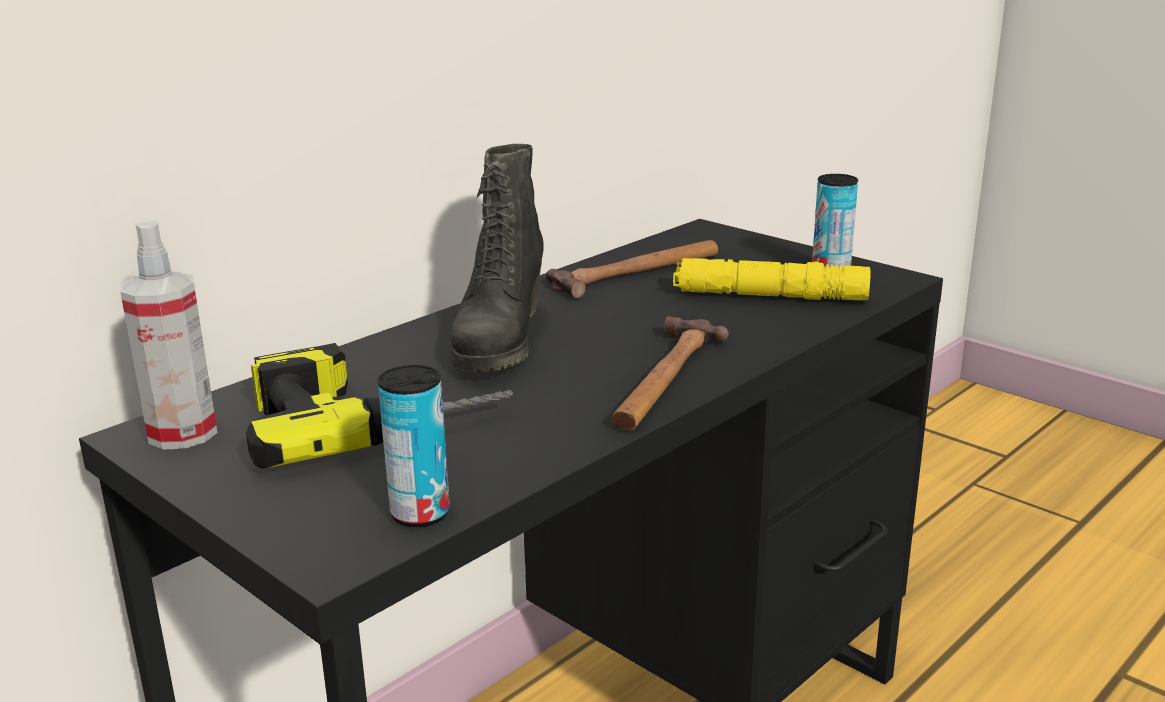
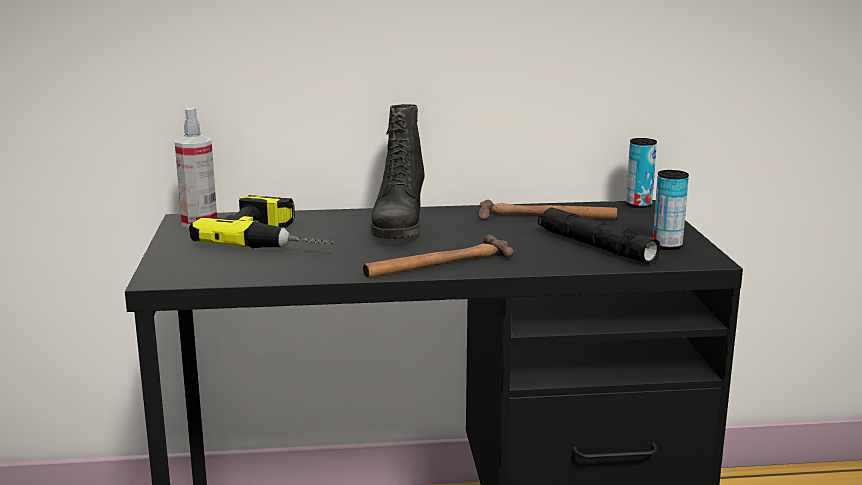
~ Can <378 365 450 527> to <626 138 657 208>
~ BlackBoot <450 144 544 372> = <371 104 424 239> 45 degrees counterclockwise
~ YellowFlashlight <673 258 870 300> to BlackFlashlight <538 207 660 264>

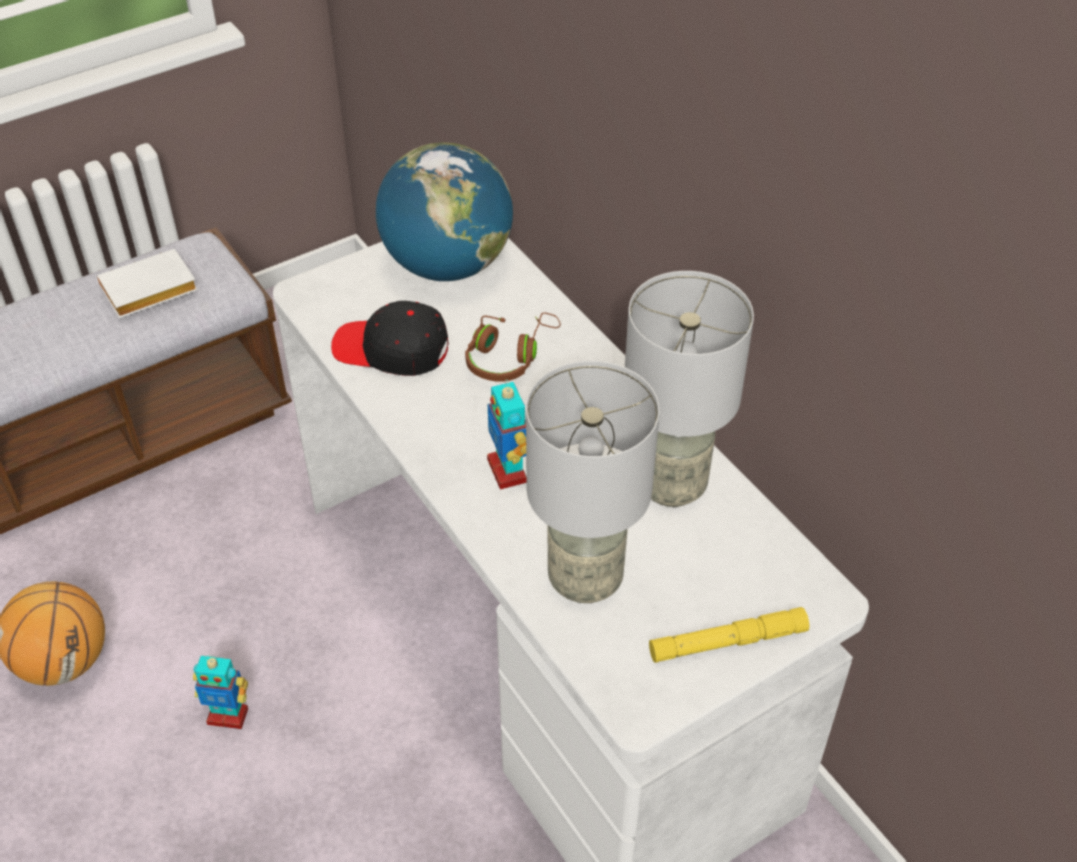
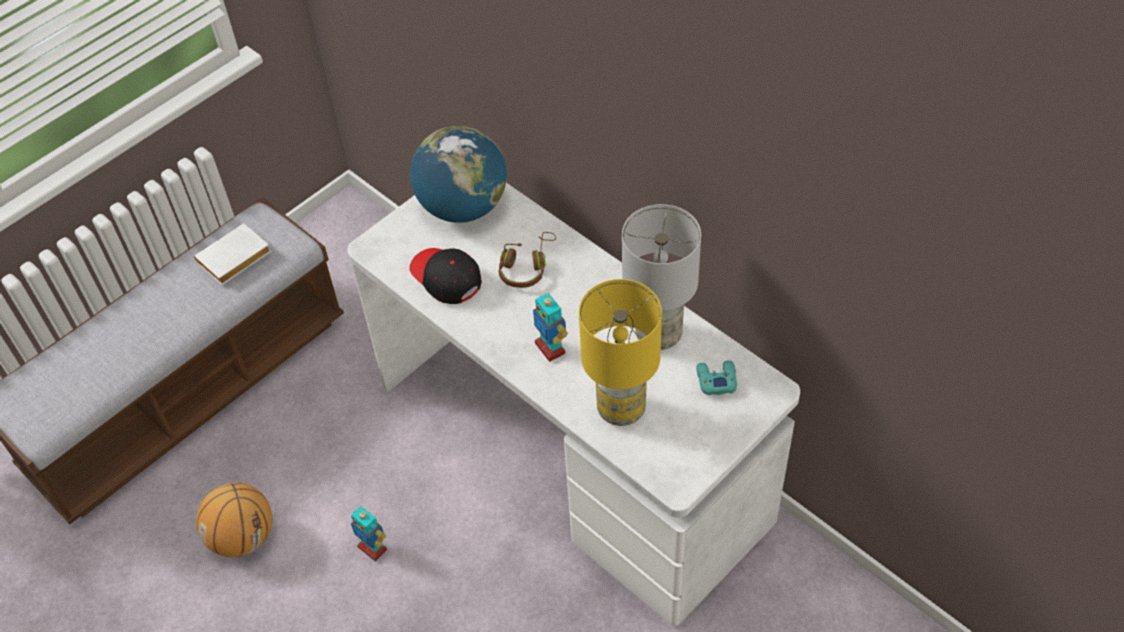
~ ToyRobot <193 655 248 729> = <351 506 387 561> 45 degrees clockwise
~ BlackCap <331 301 449 376> = <409 248 482 304> 45 degrees clockwise
~ GreyTableLamp <526 361 660 603> to YellowTableLamp <579 279 662 426>
- YellowFlashlight <649 607 809 663>
+ TurquoiseGameController <696 361 737 395>

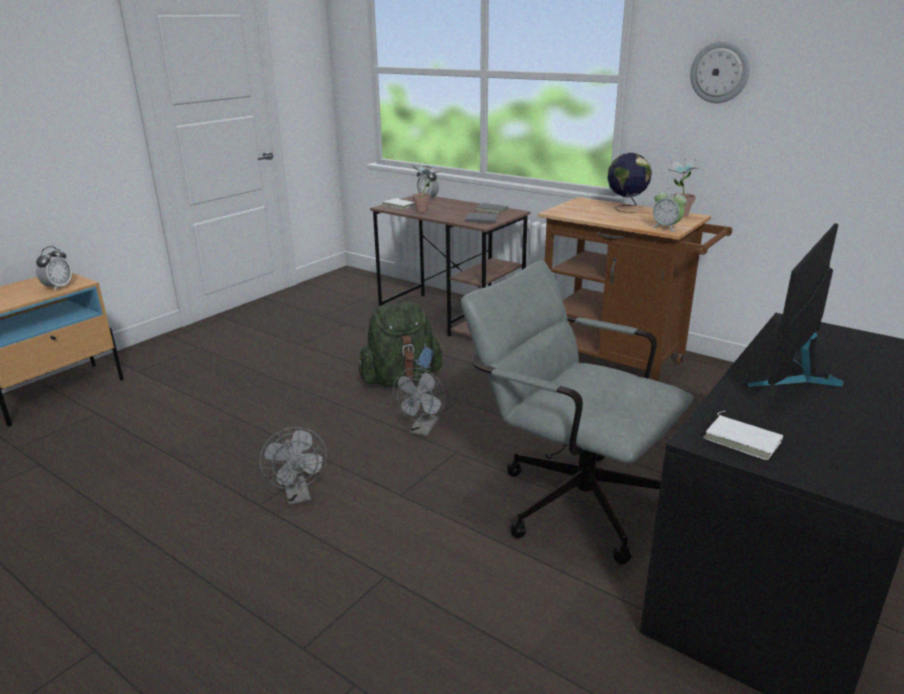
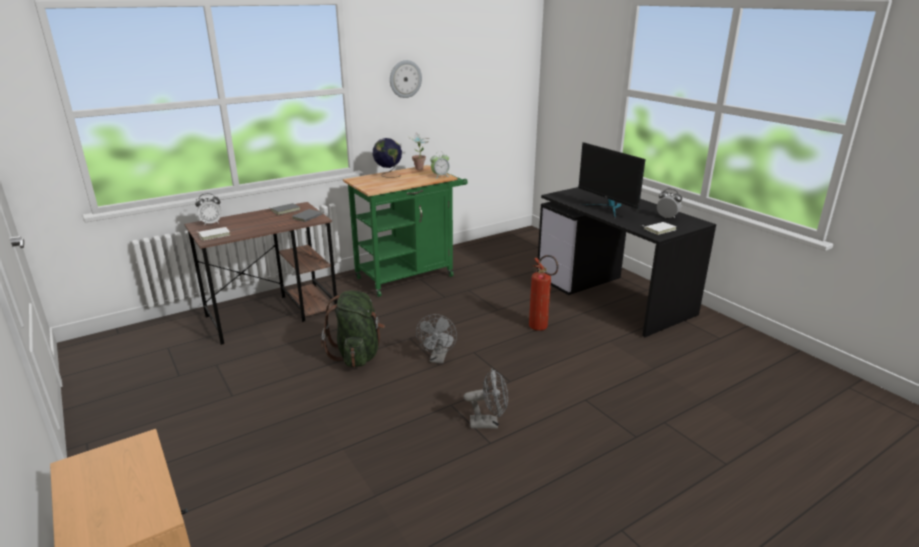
~ AlarmClock <36 246 72 291> to <657 189 682 218>
~ GreyFan <392 368 445 436> = <416 314 457 363> 60 degrees clockwise
- PottedPlant <412 163 441 213>
~ GreyOfficeChair <461 260 693 565> to FireExtinguisher <529 255 558 331>
~ BrownCart <538 197 732 381> to GreenCart <343 165 468 297>

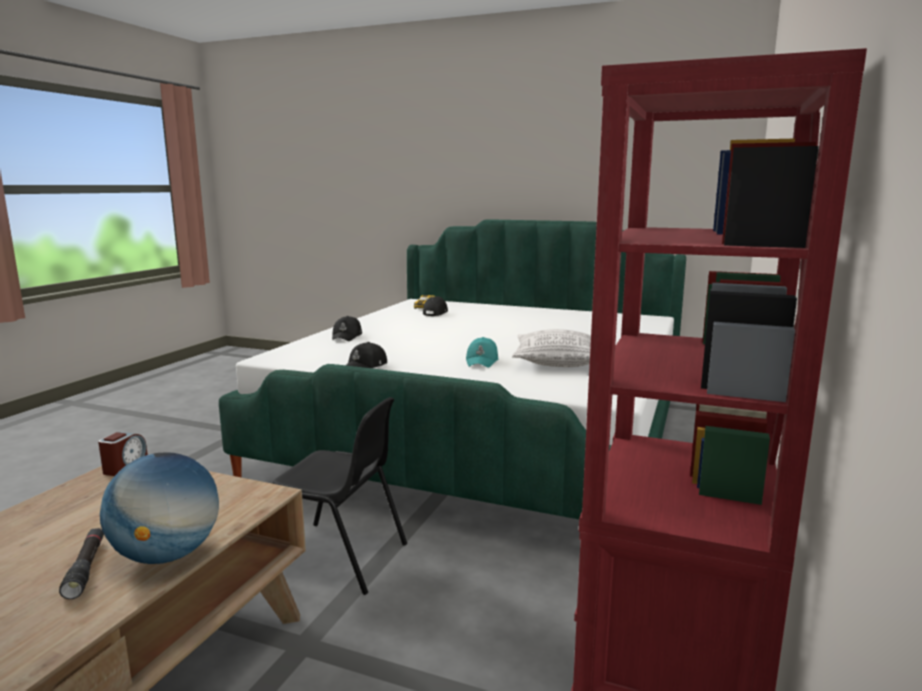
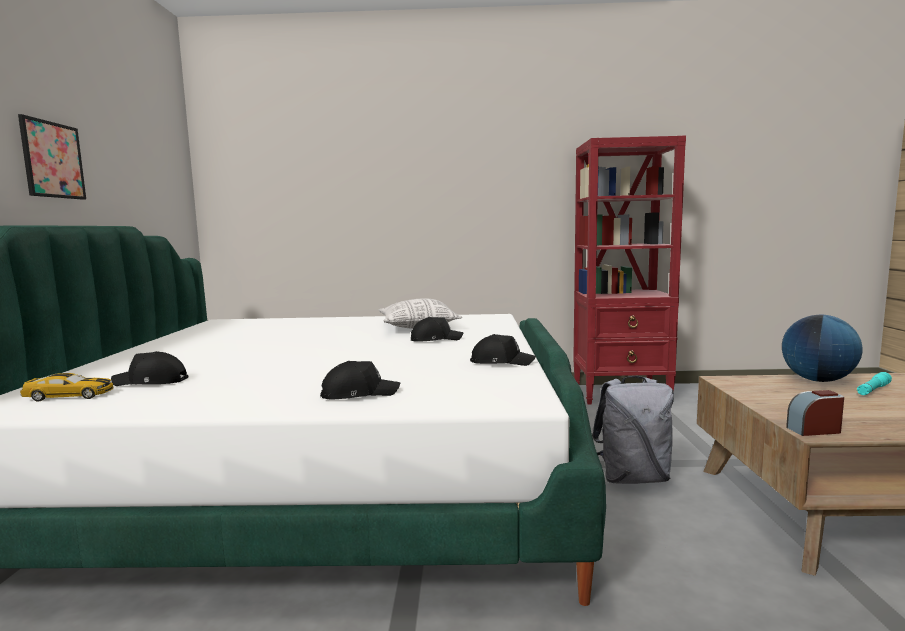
~ BlackFlashlight <59 528 104 599> to TurquoiseFlashlight <857 372 892 395>
~ BlackChair <272 397 407 595> to GreyBackpack <592 376 674 484>
~ TurquoiseCap <466 337 498 368> to BlackCap <411 317 463 342>
+ Picture <18 114 86 200>

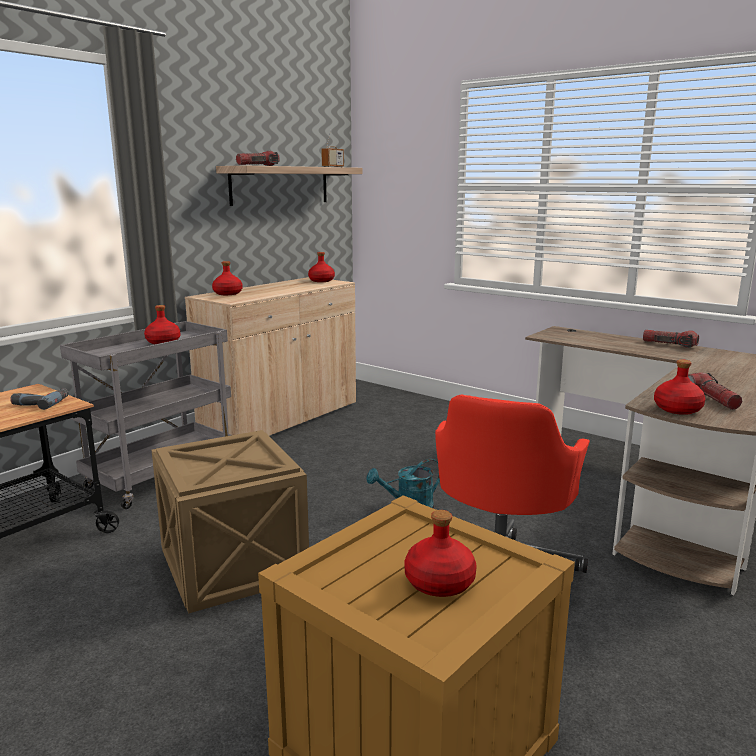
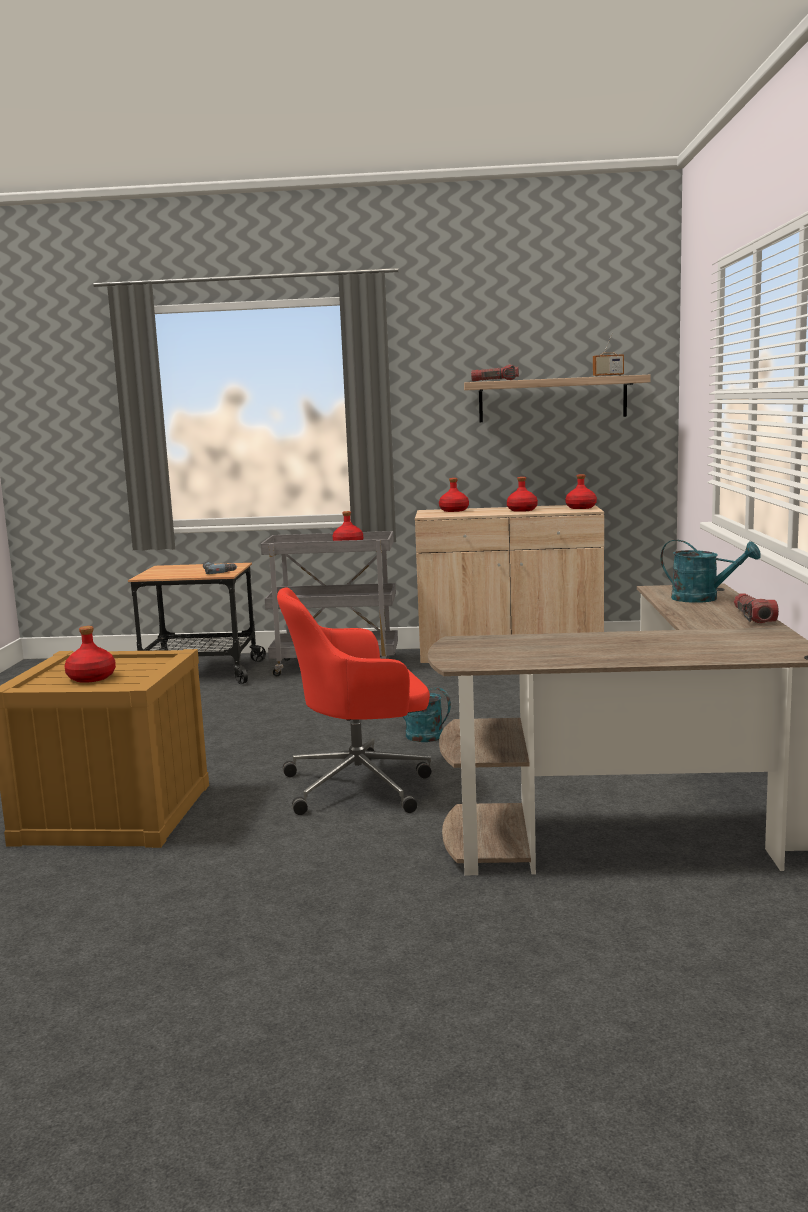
- Crate <152 430 309 614>
~ RedBottle <654 359 705 415> to <507 477 538 512>
- Flashlight <688 372 742 410>
+ TurquoiseWateringCan <660 540 760 603>

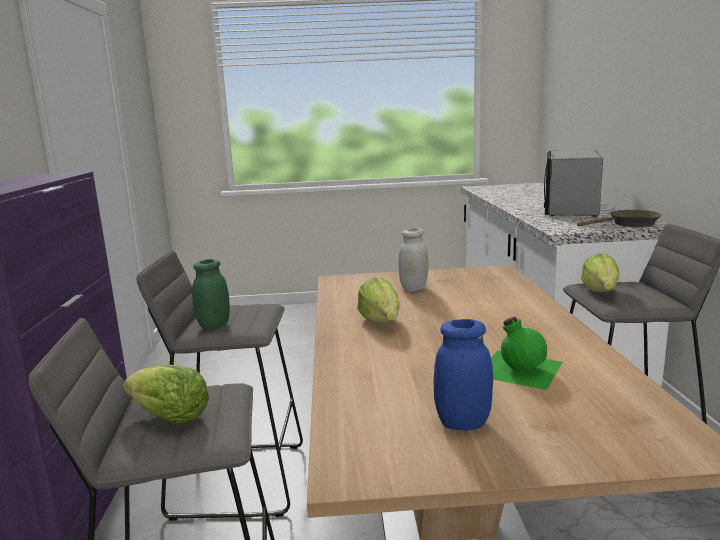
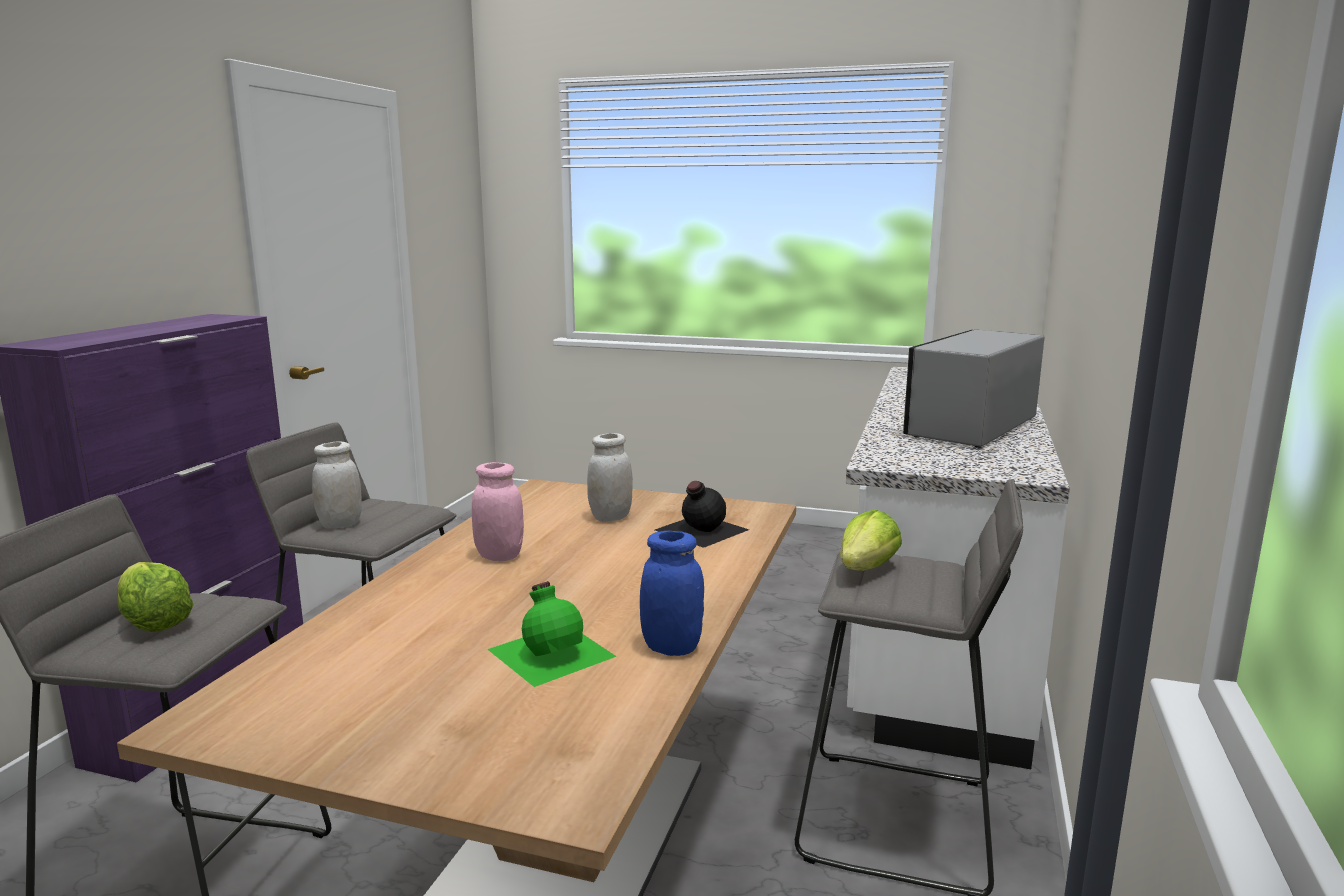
~ GreenJar <192 259 230 330> to WhiteJar <312 441 362 529>
~ Lettuce <357 277 400 324> to PinkJar <472 462 524 561>
~ BlueJar <434 319 493 431> to <640 531 704 656>
- BrownFryingPan <577 210 662 227>
+ BlackBottle <655 481 749 548>

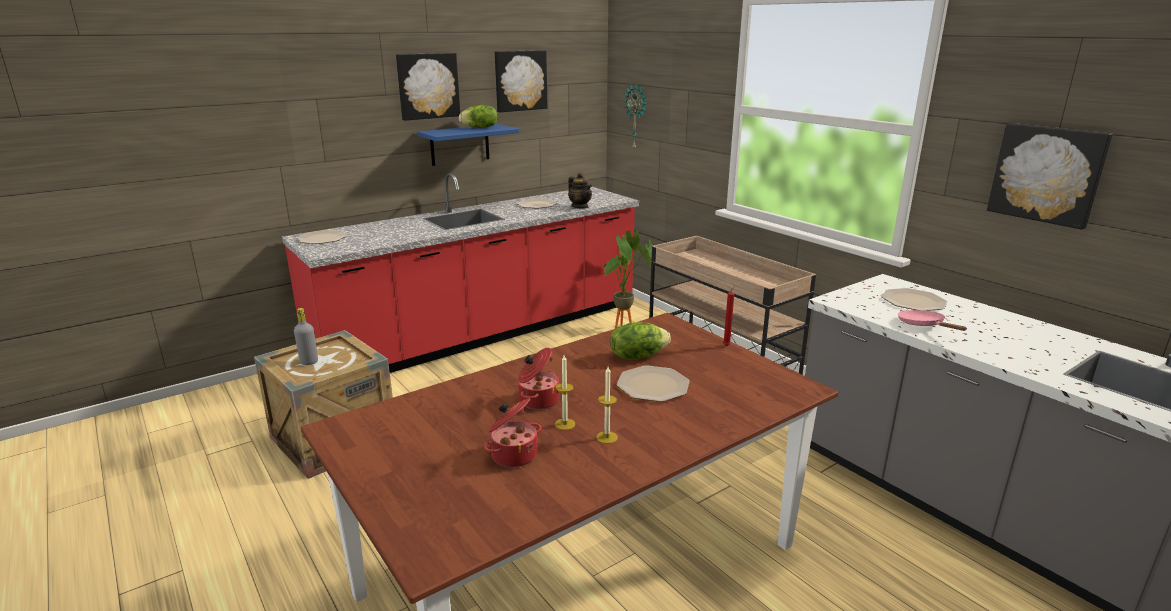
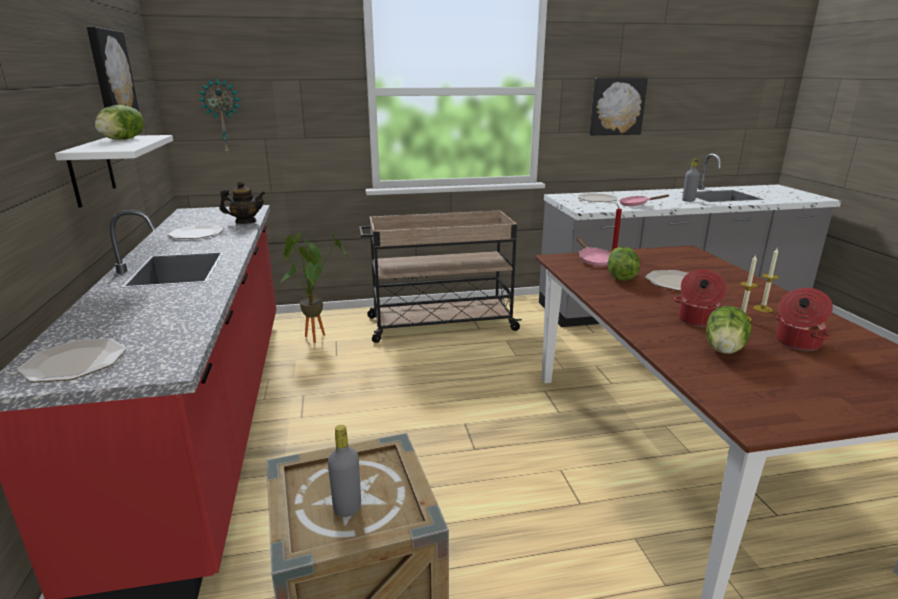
- Picture <396 53 460 121>
~ BlueShelf <417 124 519 166> to WhiteShelf <55 135 173 208>
+ PinkFryingPan <576 237 611 266>
+ GreyBottle <682 158 700 202>
+ Lettuce <706 306 751 354>

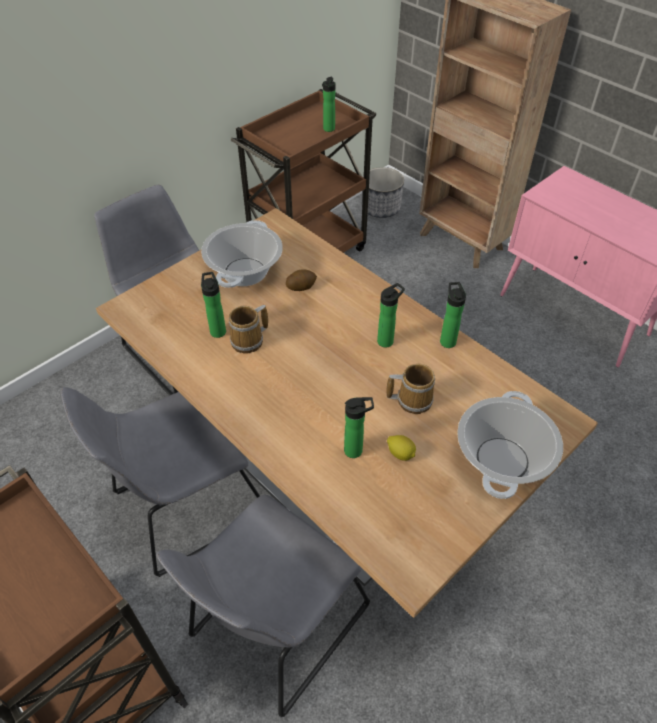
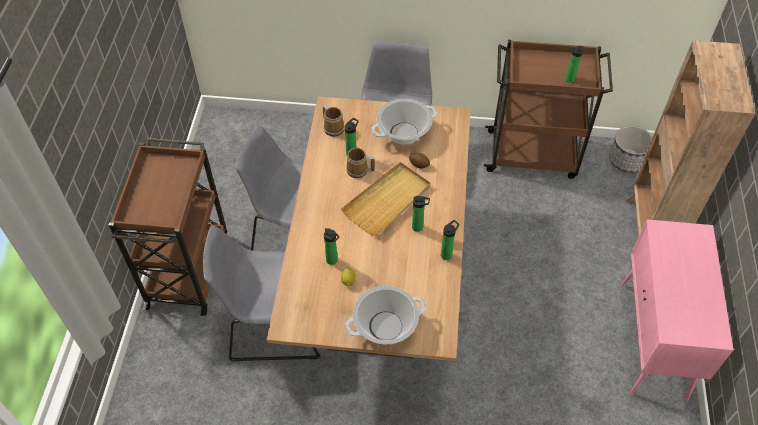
~ Mug <387 364 435 414> to <323 105 344 137>
+ BeigeTray <341 162 431 236>

